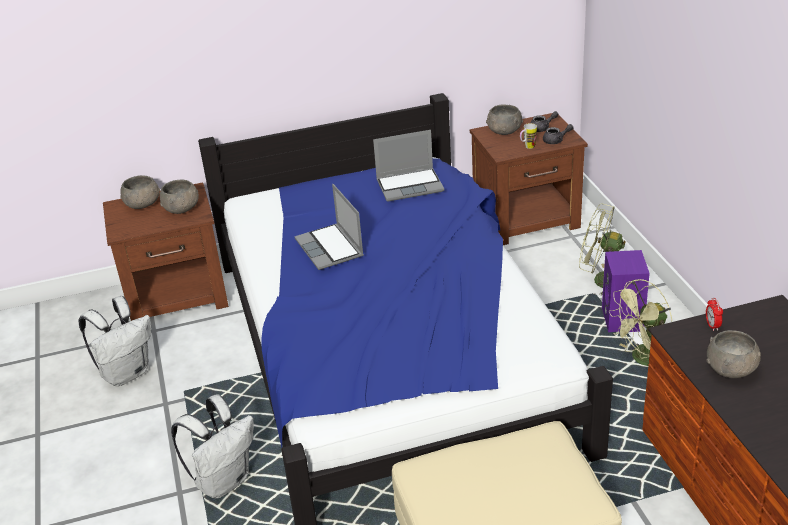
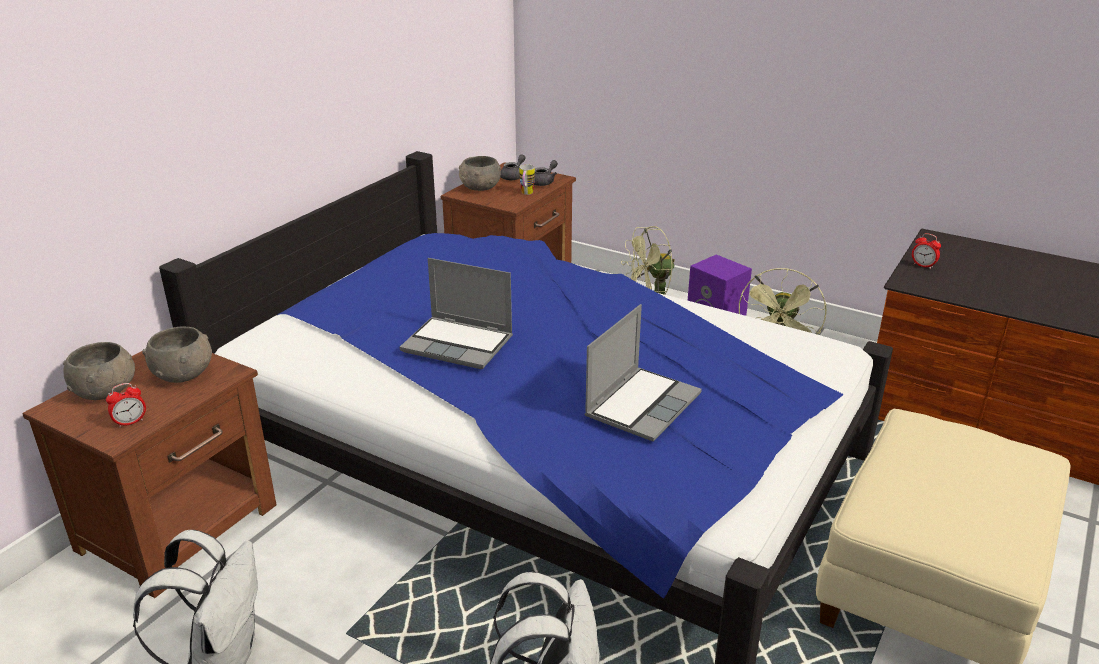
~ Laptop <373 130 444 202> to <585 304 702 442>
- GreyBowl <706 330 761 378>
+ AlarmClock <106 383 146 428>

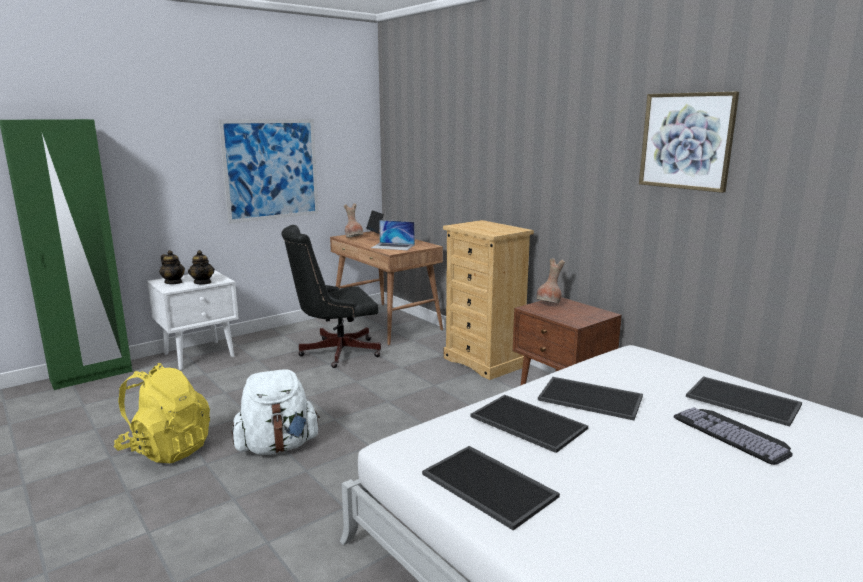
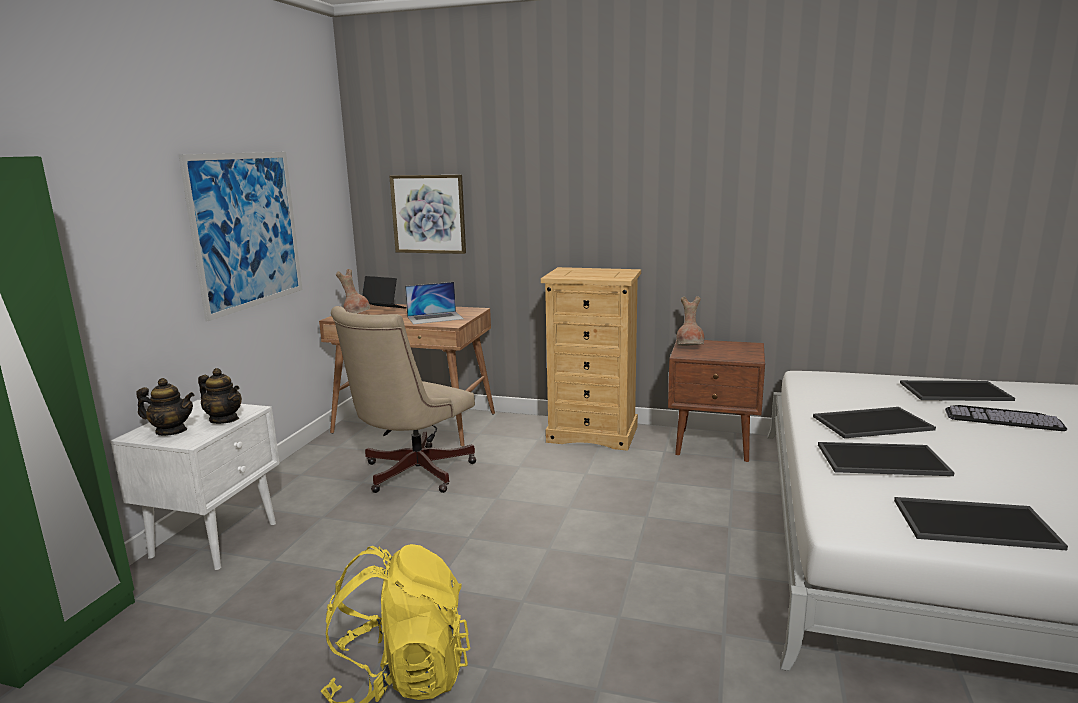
- WhiteBackpack <231 369 320 455>
~ BlackOfficeChair <281 225 381 368> to BeigeOfficeChair <331 306 476 493>
~ Picture <639 91 739 193> to <389 175 466 254>

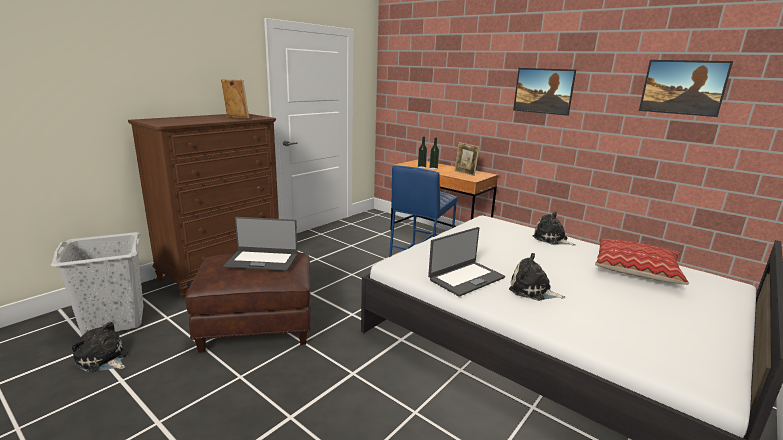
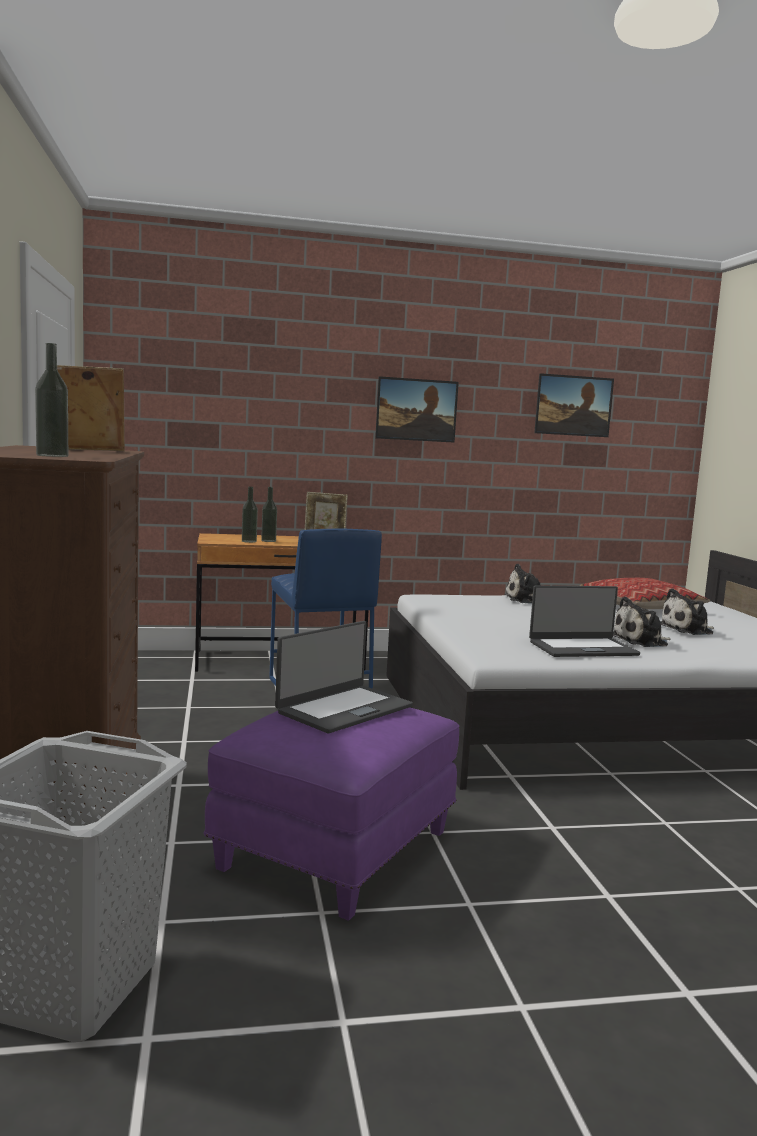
~ PlushToy <72 322 128 373> to <660 588 714 635>
~ BrownOttoman <185 253 311 353> to PurpleOttoman <204 707 459 921>
~ Laptop <428 227 505 296> = <529 586 640 657> 75 degrees clockwise
+ Bottle <35 343 68 457>

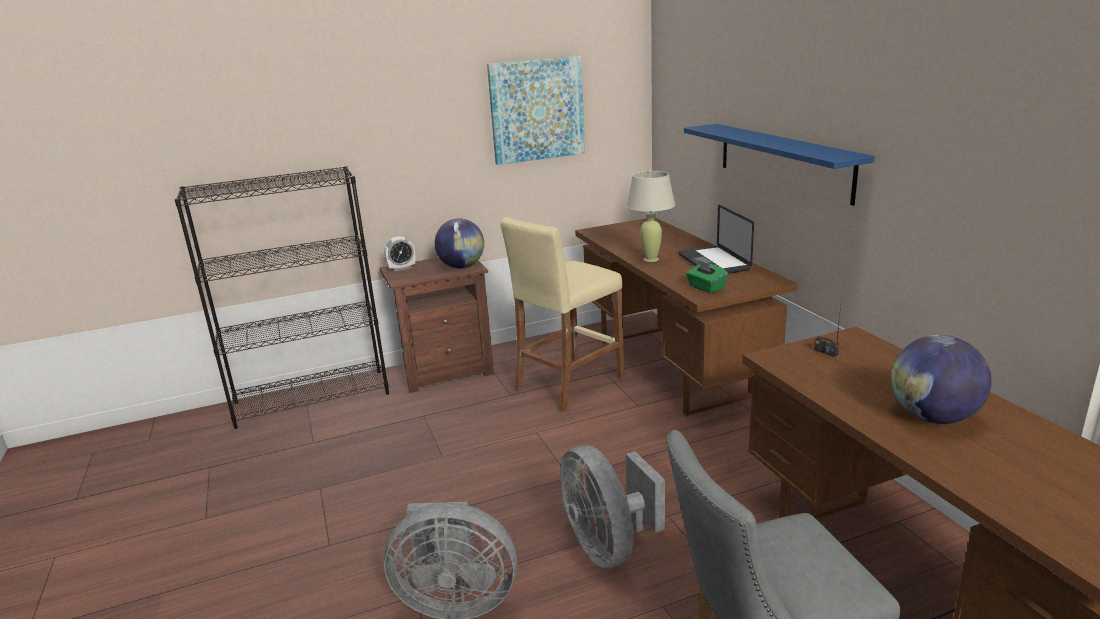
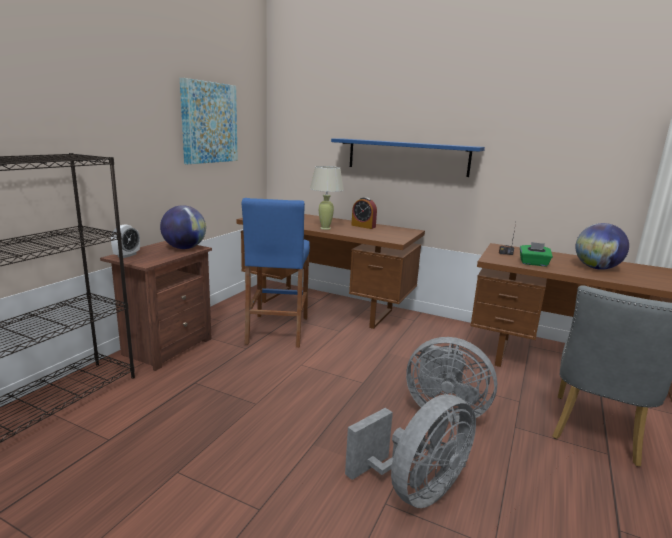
~ BeigeStool <500 217 624 412> to BlueStool <242 198 310 348>
~ Laptop <679 205 754 273> to AlarmClock <351 197 377 229>
~ GreenTissueBox <686 260 728 294> to <520 242 553 266>

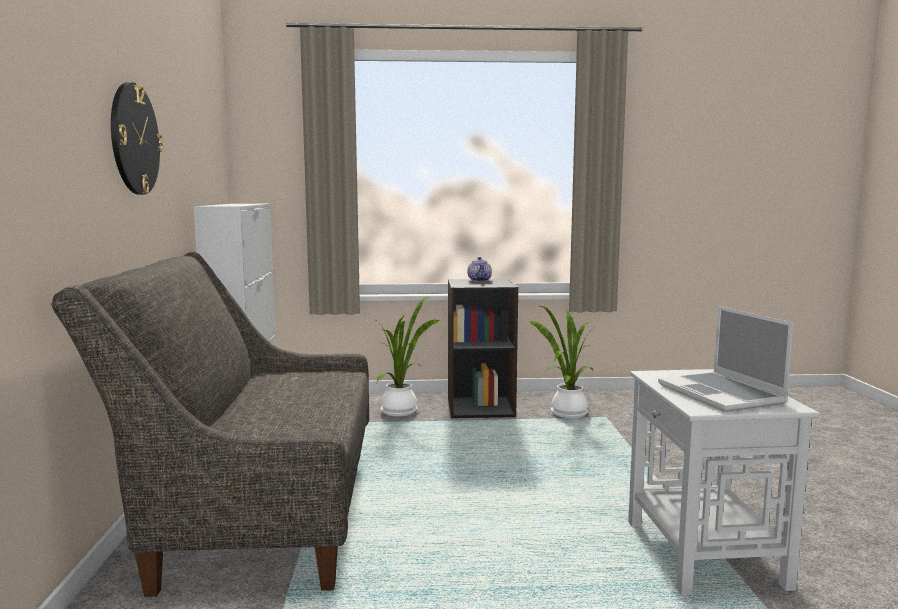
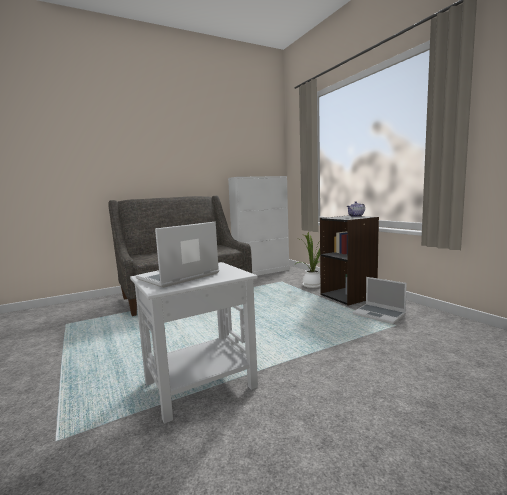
- WallClock <111 82 163 195>
~ PottedPlant <530 306 594 418> to Laptop <352 277 407 324>

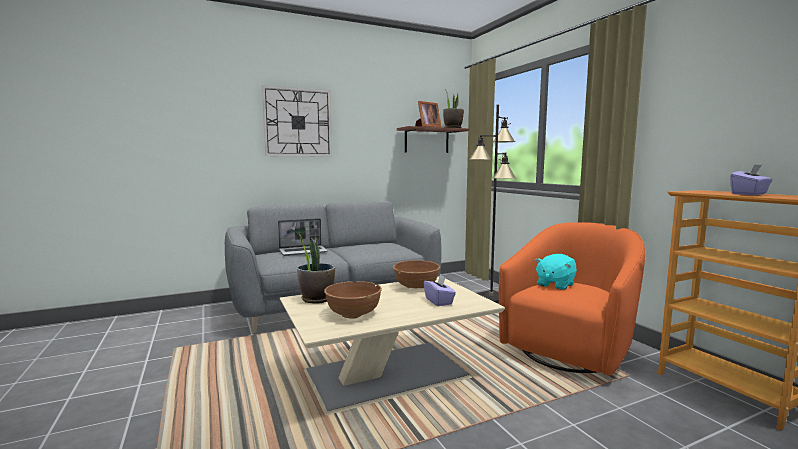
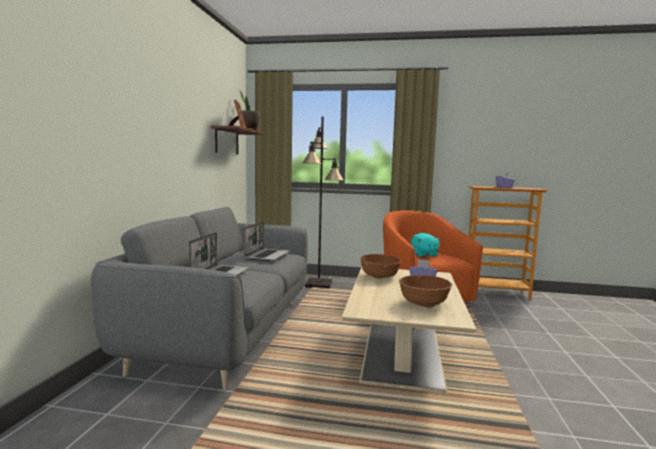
- WallClock <262 85 332 157>
- PottedPlant <297 232 335 304>
+ Laptop <244 222 290 261>

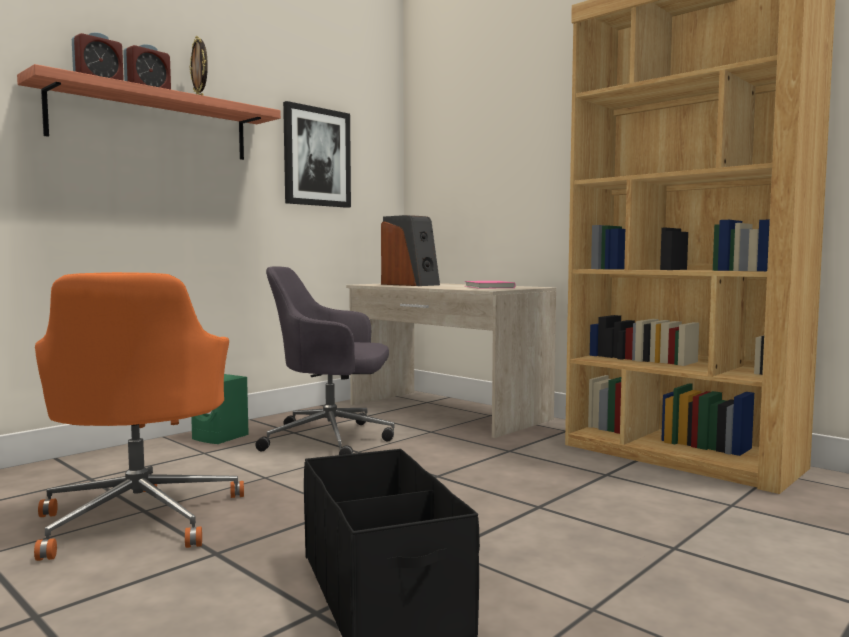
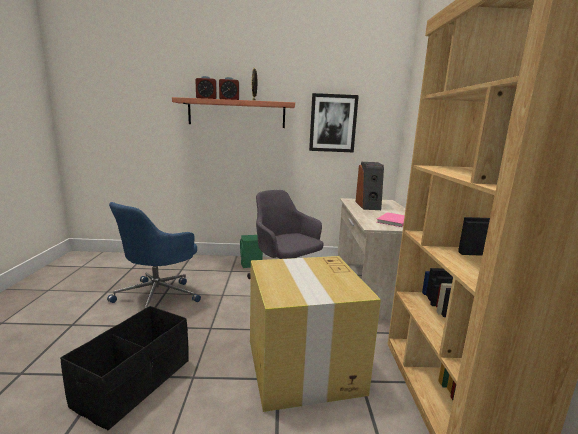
~ OrangeOfficeChair <34 272 244 561> to BlueOfficeChair <107 202 201 308>
+ CardboardBox <250 256 381 412>

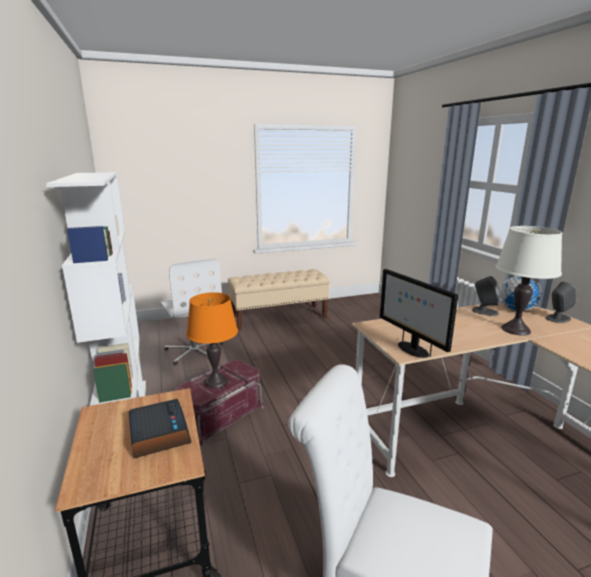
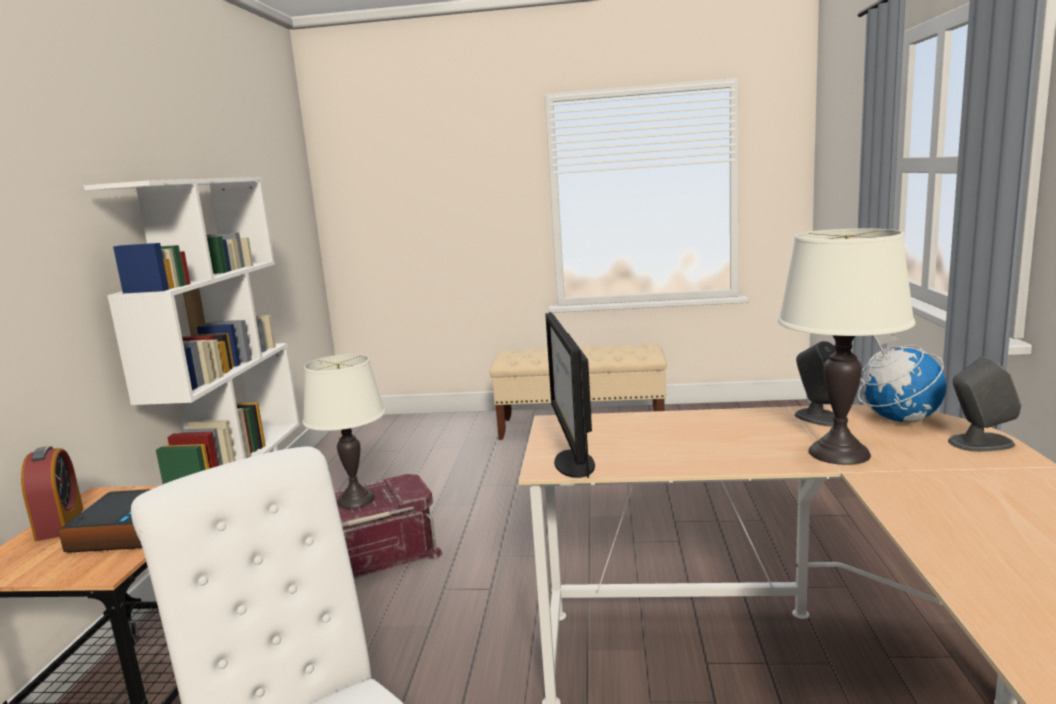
- WhiteOfficeChair <160 258 223 365>
~ OrangeTableLamp <186 292 238 388> to WhiteTableLamp <302 354 385 508>
+ AlarmClock <21 446 84 541>

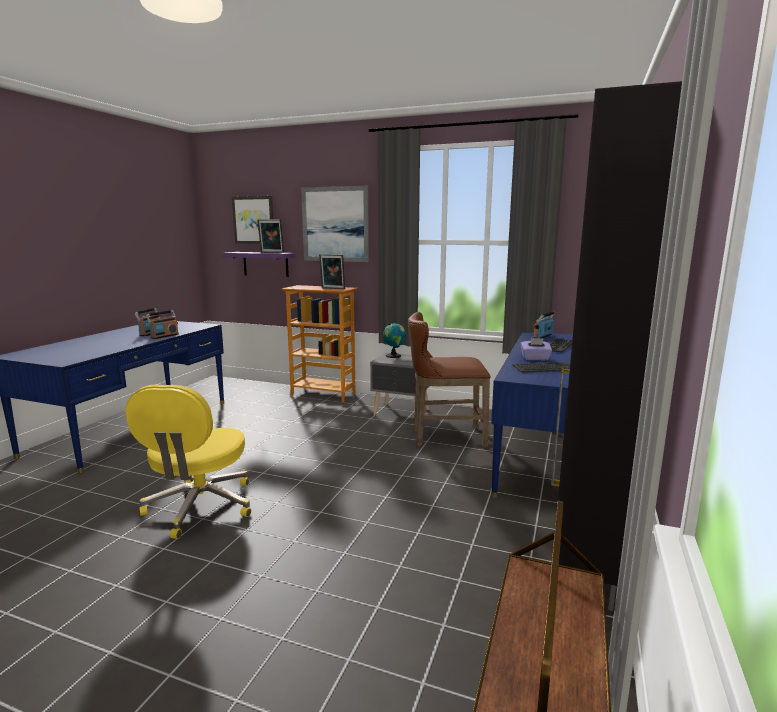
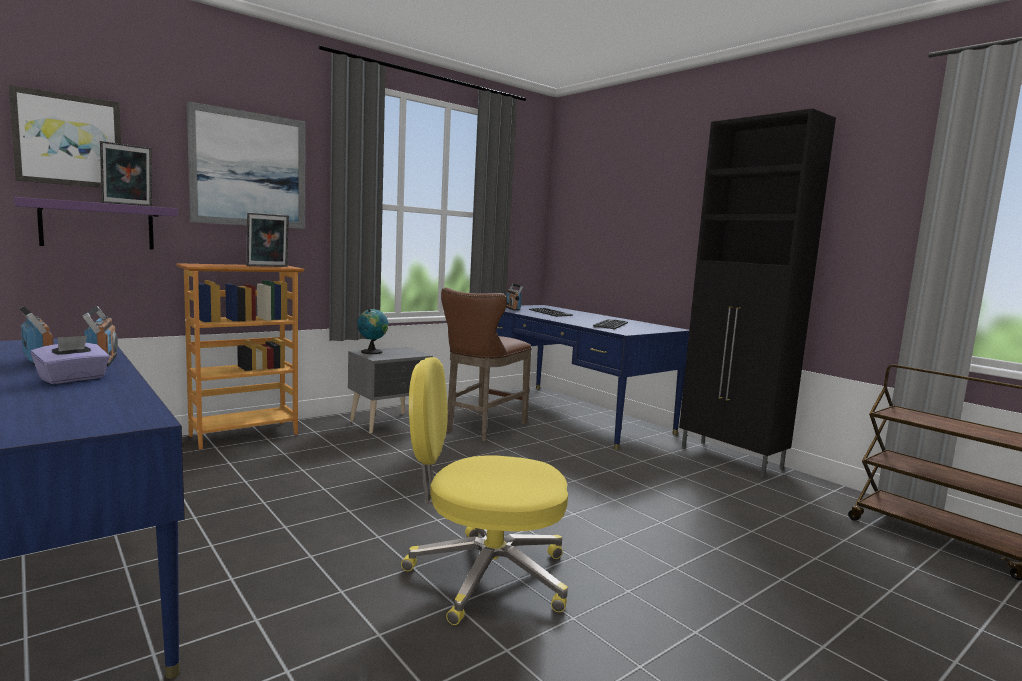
~ YellowOfficeChair <126 384 251 539> = <401 357 568 625> 150 degrees clockwise
~ PurpleTissueBox <521 338 552 360> to <31 335 110 384>

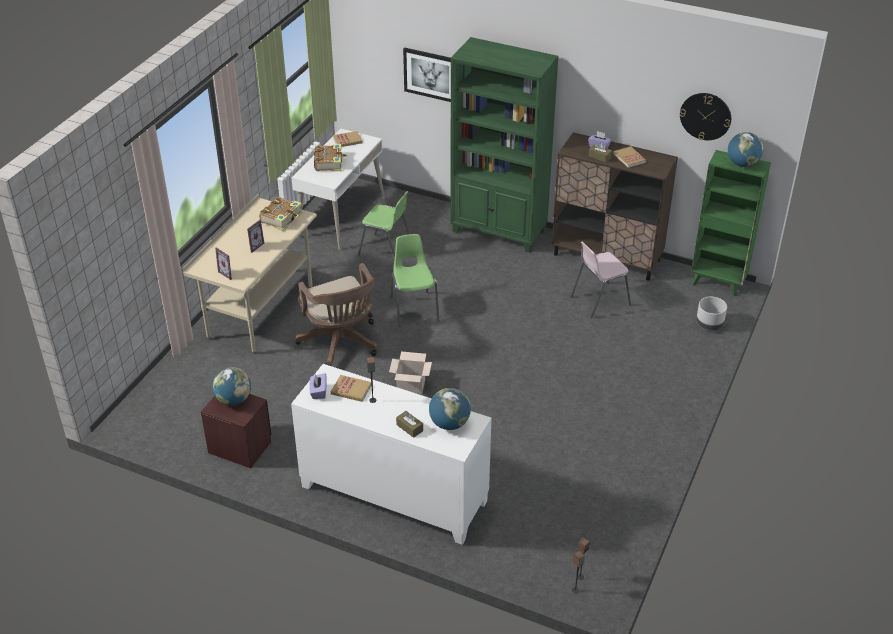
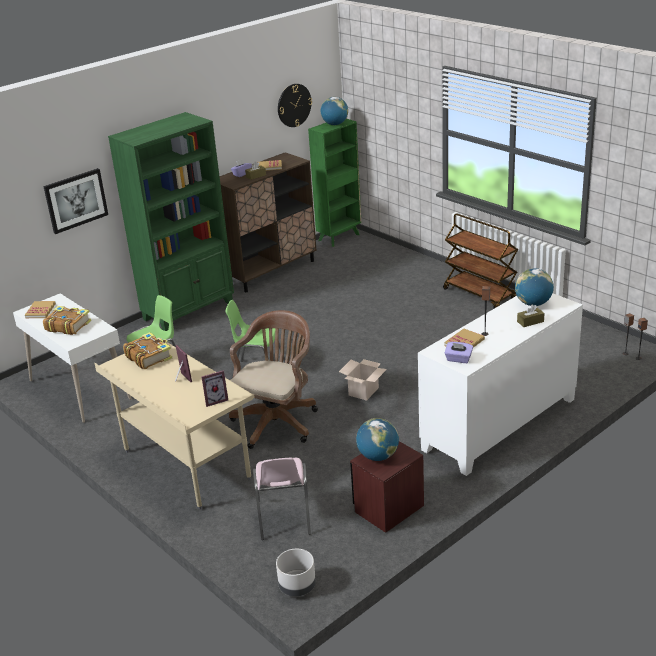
~ BrownOfficeChair <295 263 378 366> = <229 310 318 449> 60 degrees counterclockwise
~ PinkChair <571 242 631 318> to <253 458 311 540>
~ GreyPlanter <696 297 727 330> to <276 549 316 597>
+ BrownCart <443 213 518 308>

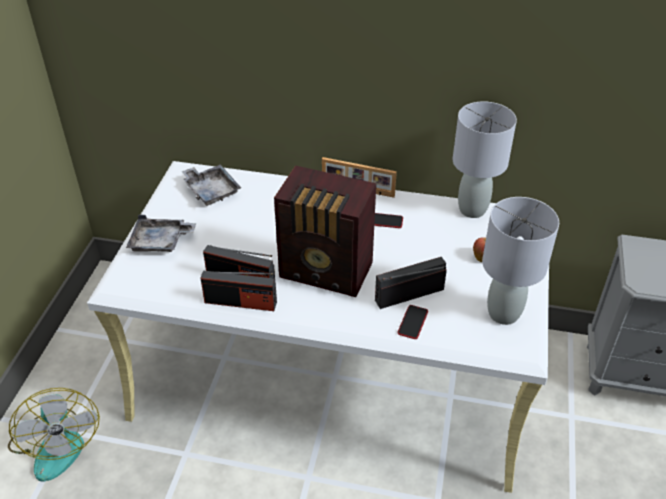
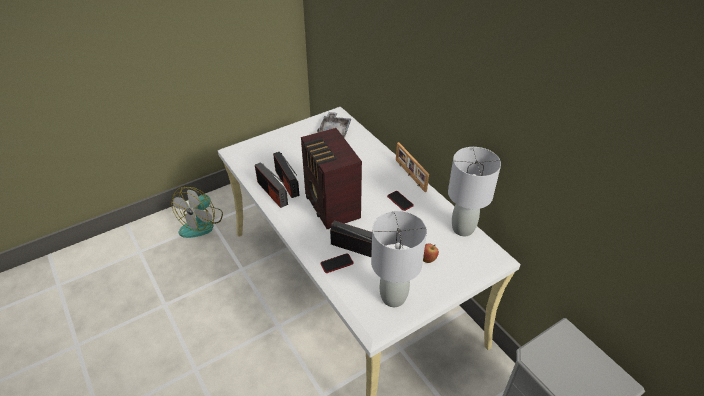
- GreyTray <126 215 196 252>

